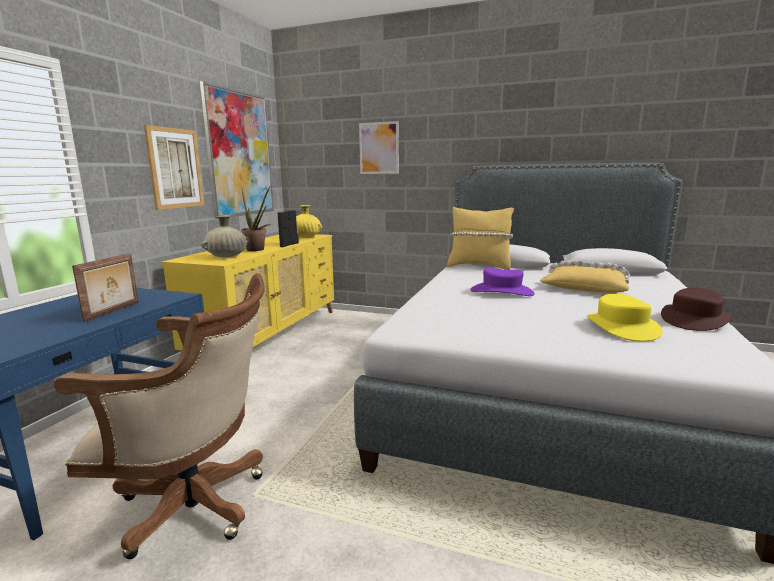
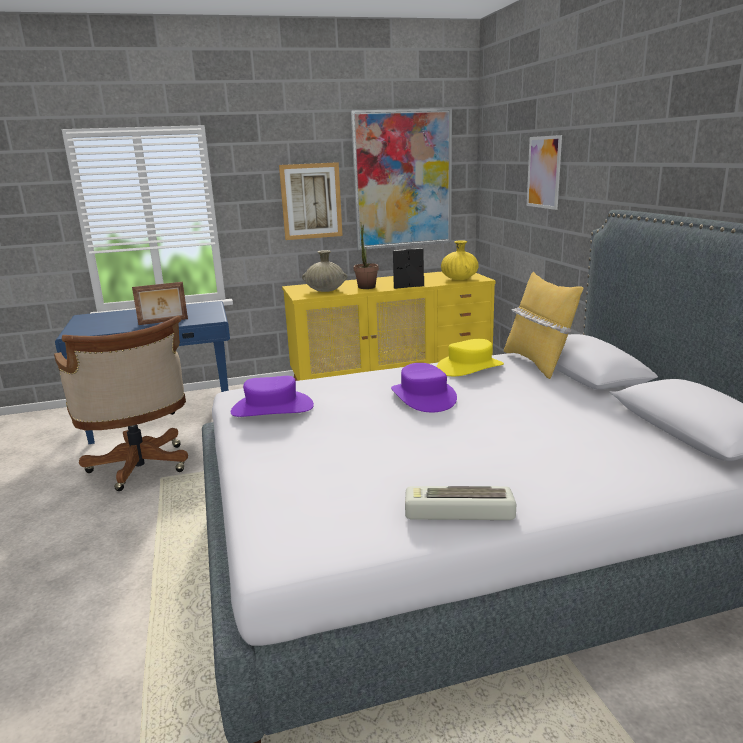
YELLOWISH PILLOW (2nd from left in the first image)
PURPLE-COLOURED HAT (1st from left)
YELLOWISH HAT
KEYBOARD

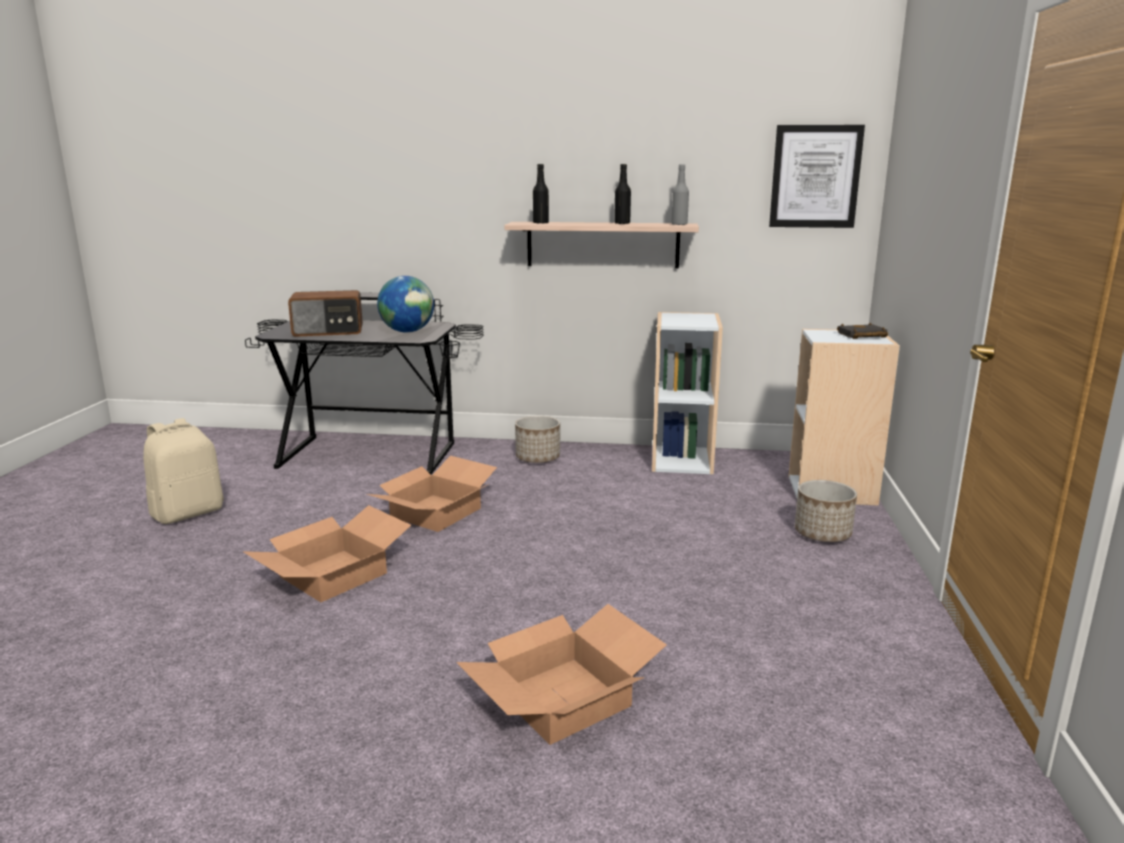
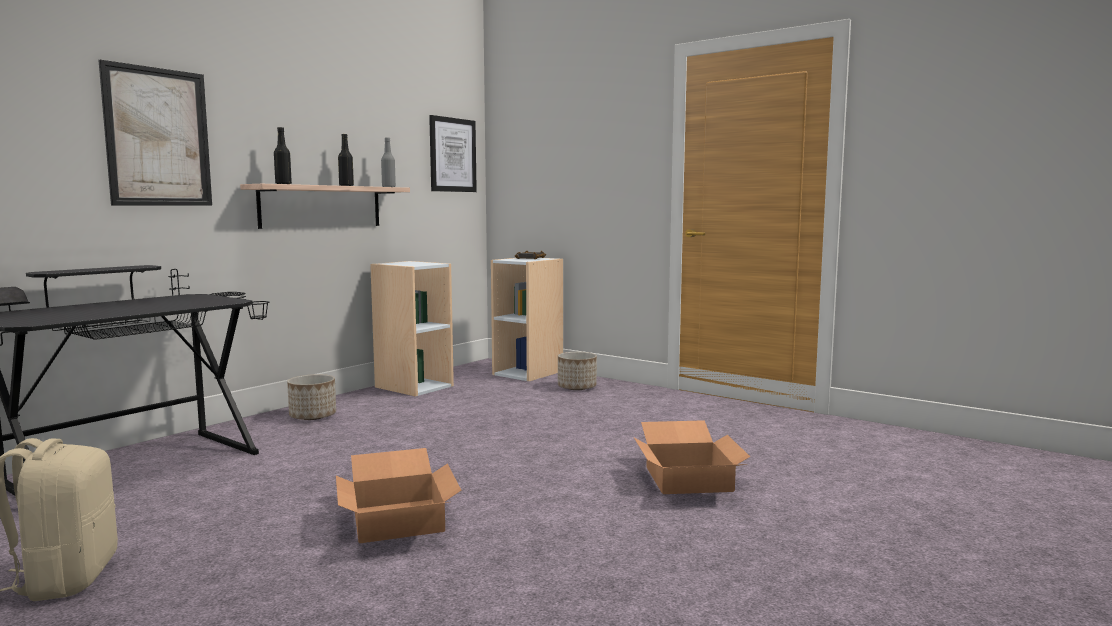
RADIO SET
PACKING BOX (2nd from left in the first image)
DESK GLOBE
WALL ART (1st from left)

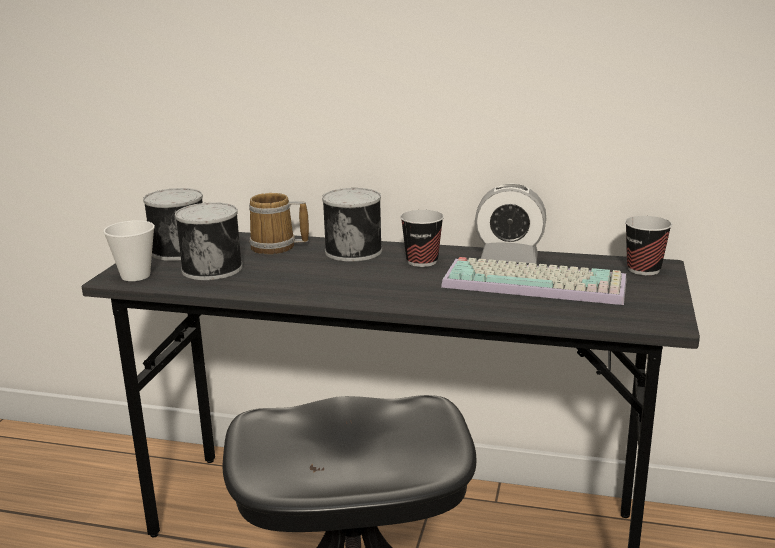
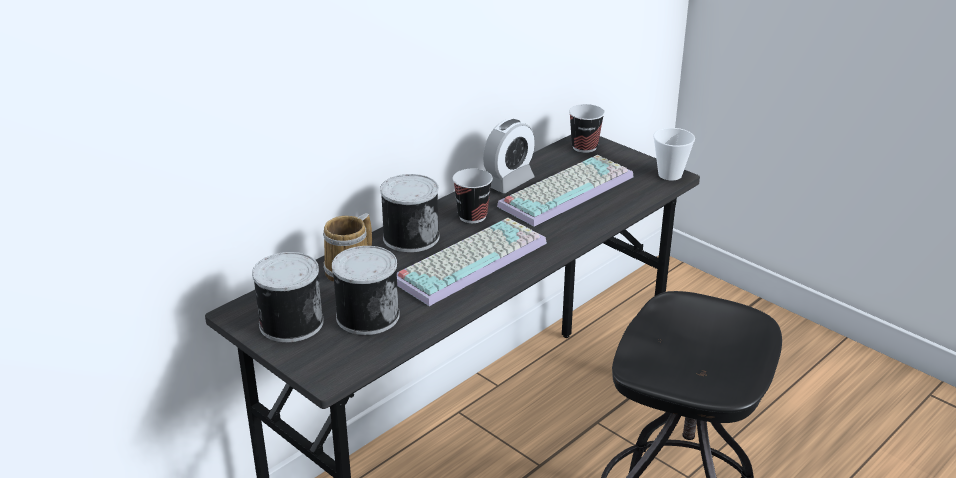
KEYBOARD (1st from left)
SMALL CUP (3rd from left)

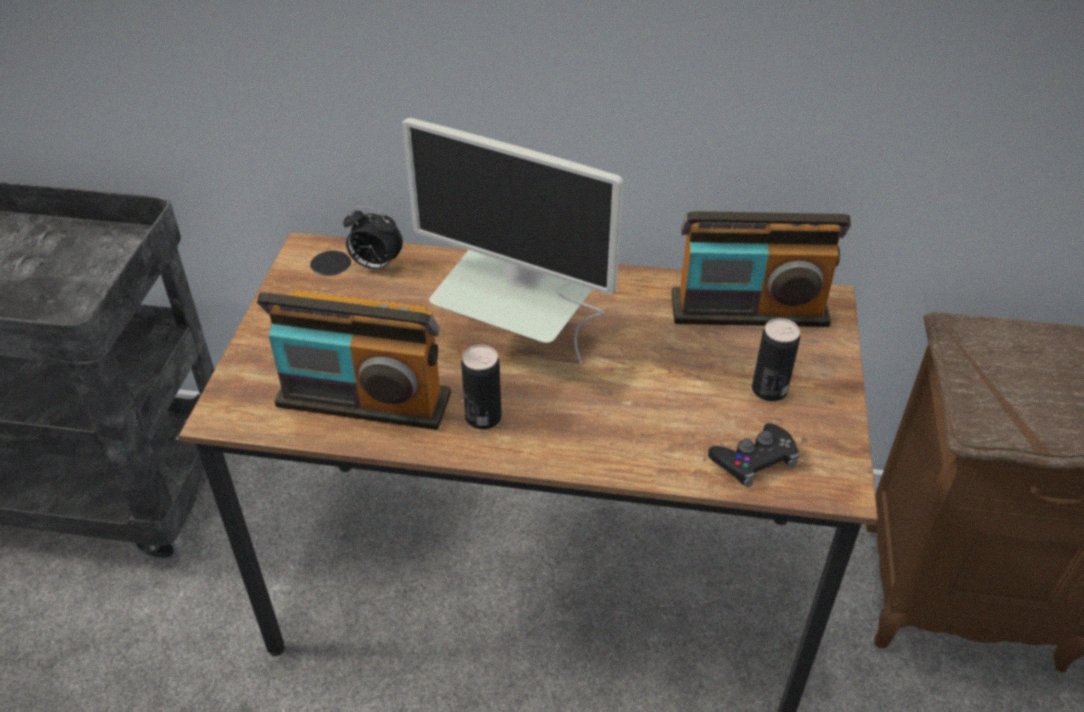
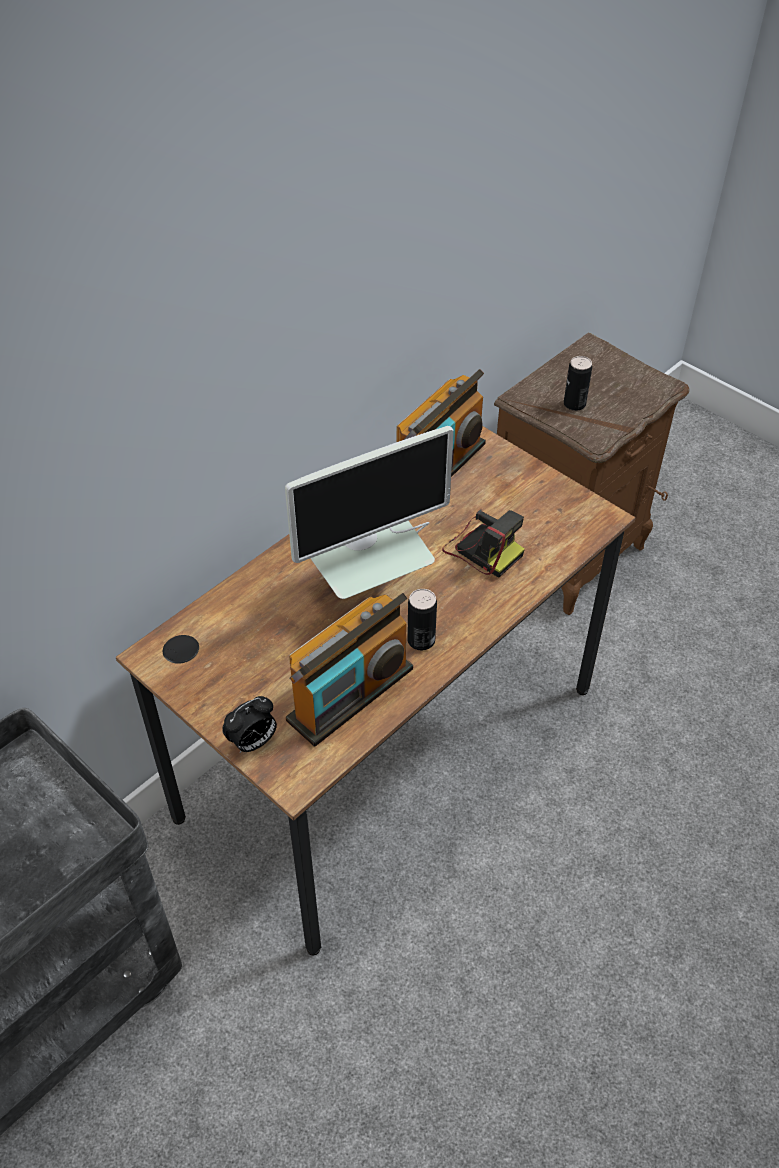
BLACK-COLOURED JOYPAD
PHOTO CAMERA
ALARM CLOCK
METAL CAN (2nd from left)

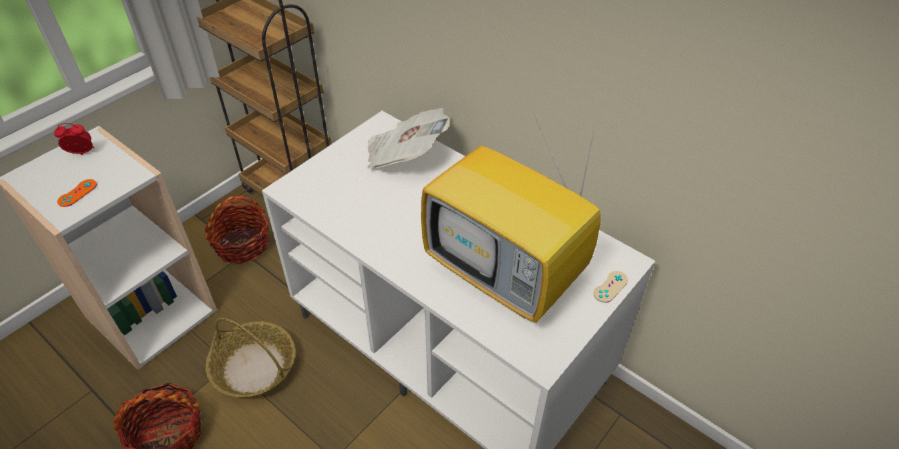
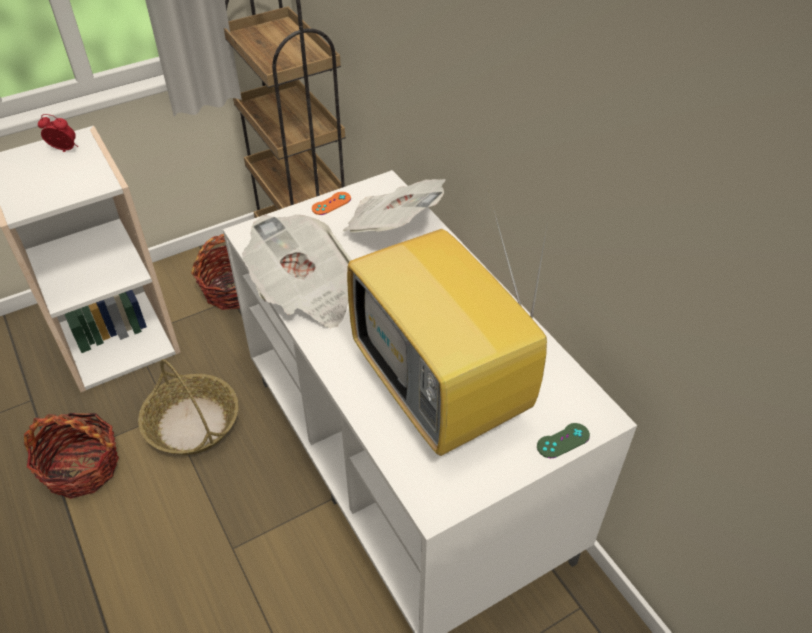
NEWSPAPER (1st from left)
ORANGE-COLOURED JOYPAD
GREEN-COLOURED JOYPAD

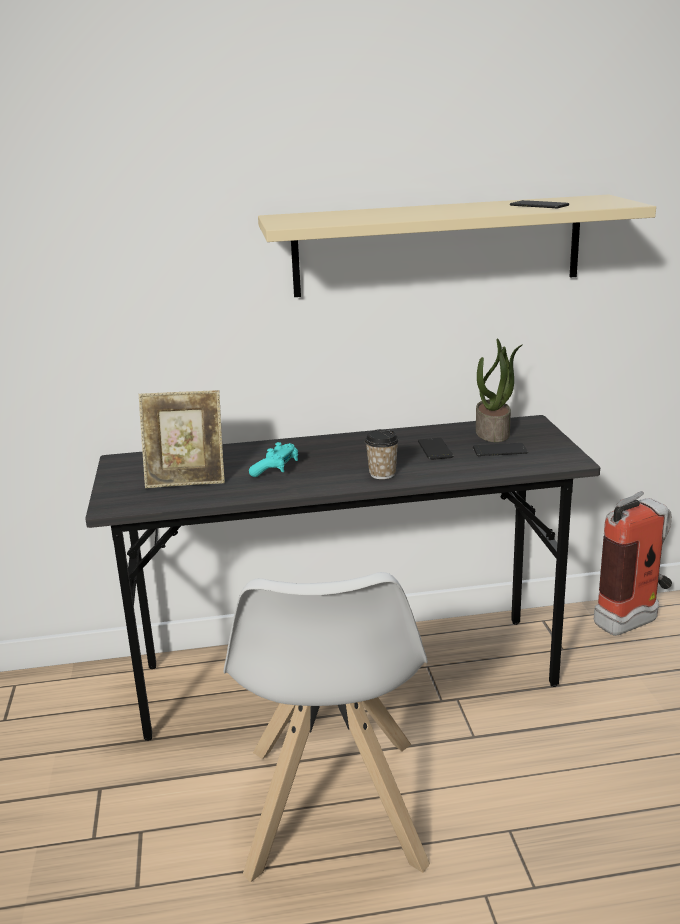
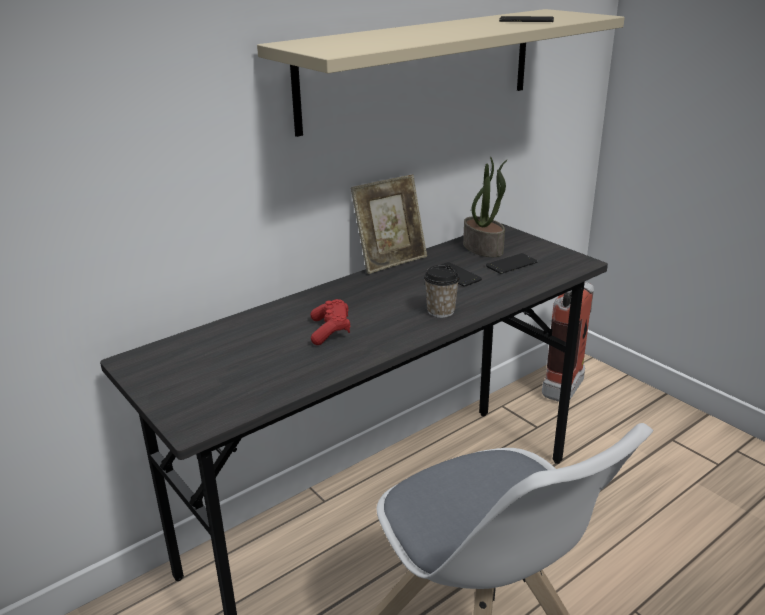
STANDING FRAME
REDDISH JOYPAD

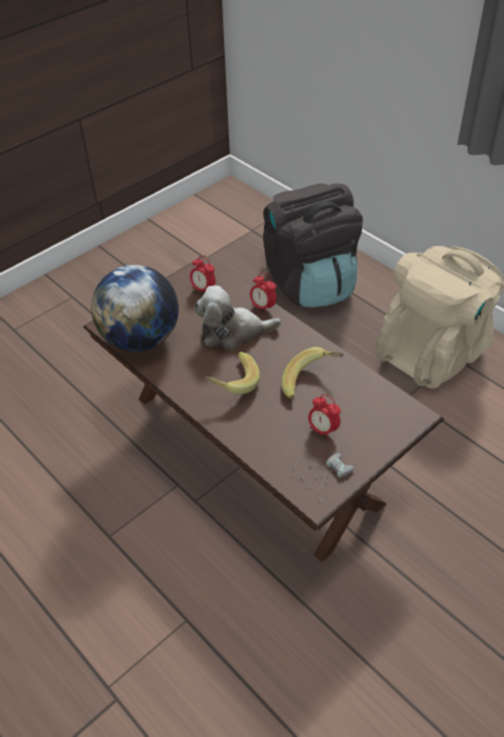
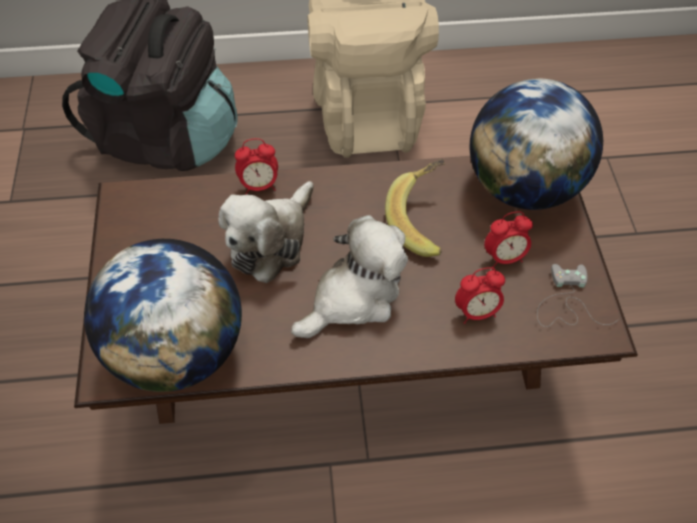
DESK GLOBE (2nd from left)
ALARM CLOCK (2nd from left)
SOFT TOY (2nd from left)

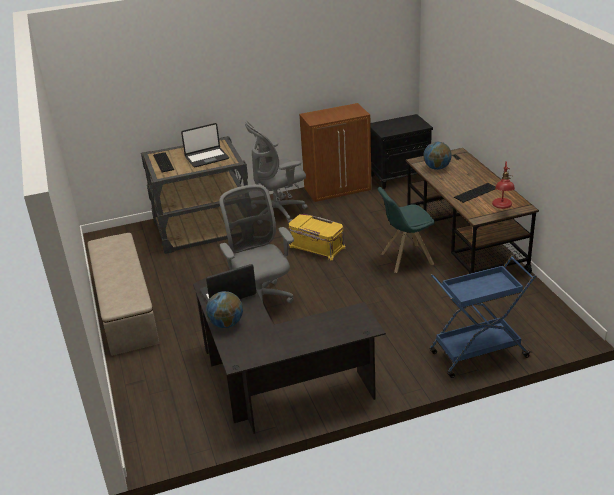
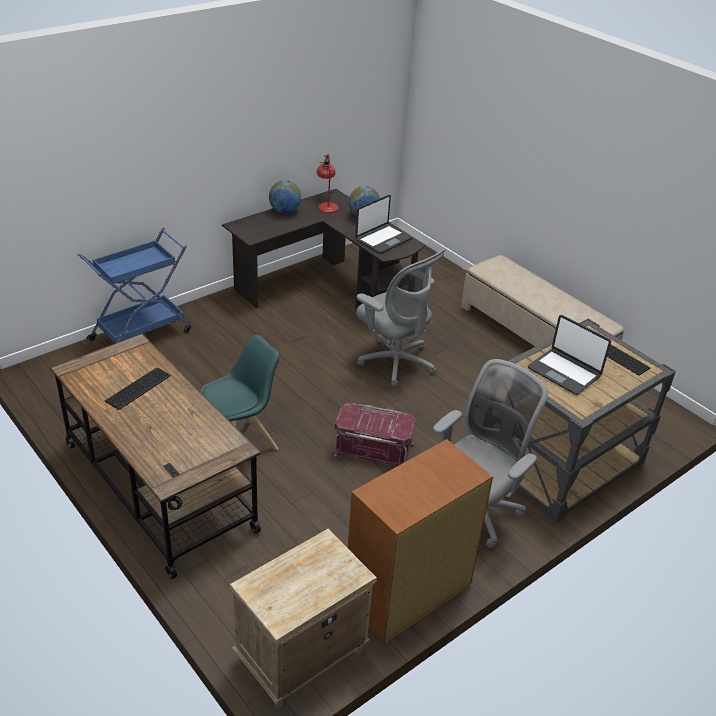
DESK GLOBE (1st from left)
REDDISH LAMP FOR A TABLE
REDDISH STORAGE CONTAINER
SAND-COLOURED BEDSIDE TABLE
NOTEBOOK COMPUTER (2nd from left)

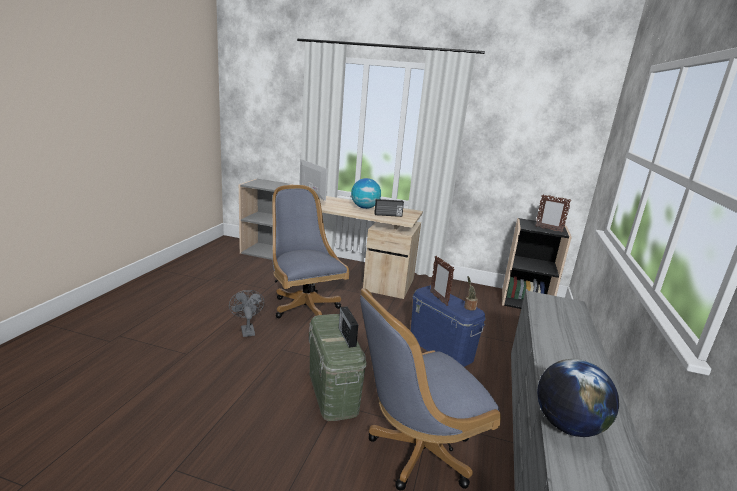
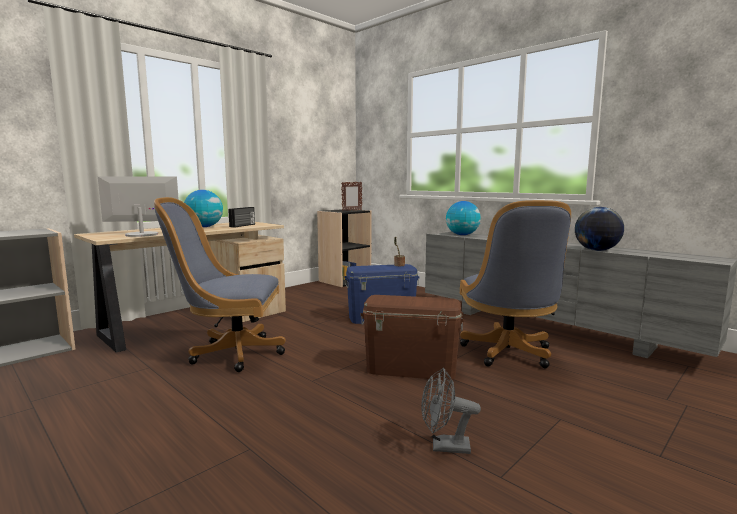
RADIO SET (1st from left in the first image)
STANDING FRAME (1st from left in the first image)
DESK GLOBE (2nd from left)
GREY COOLING FAN
BROWN STORAGE CONTAINER

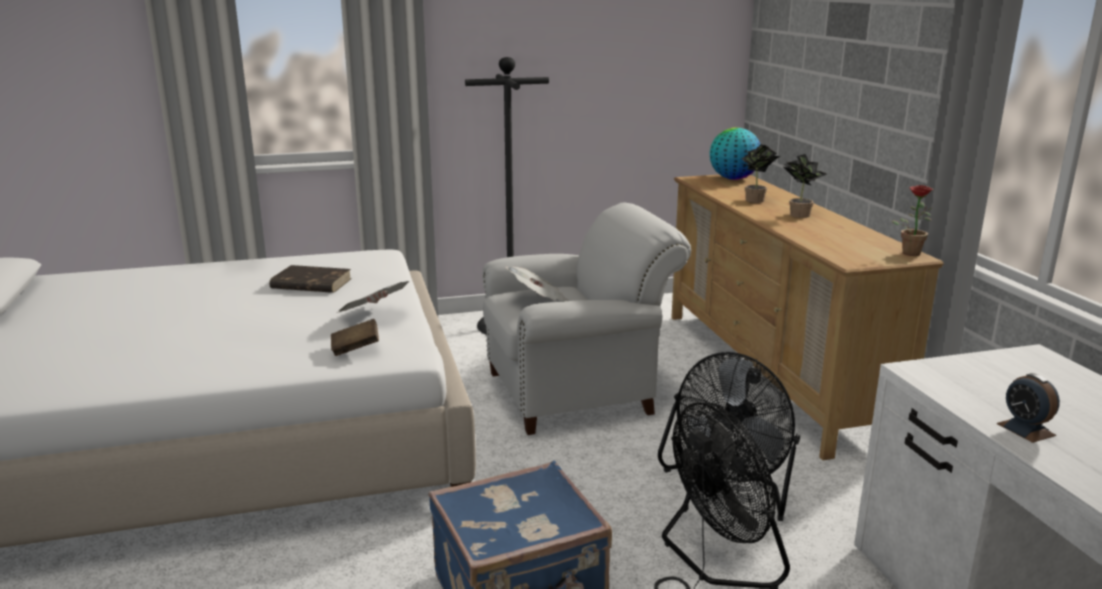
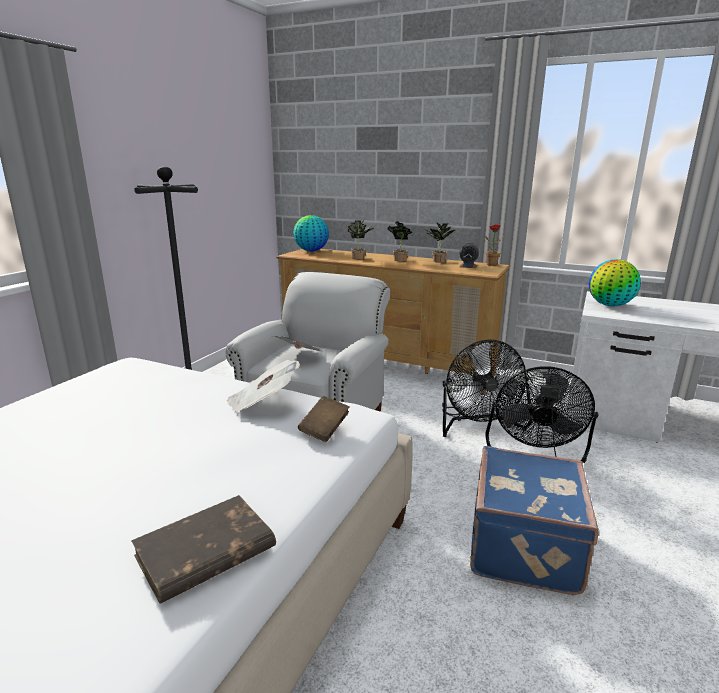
PLANT IN A POT (3rd from left)
DESK GLOBE (2nd from left)
BROWN BOOK (1st from left)
ALARM CLOCK

